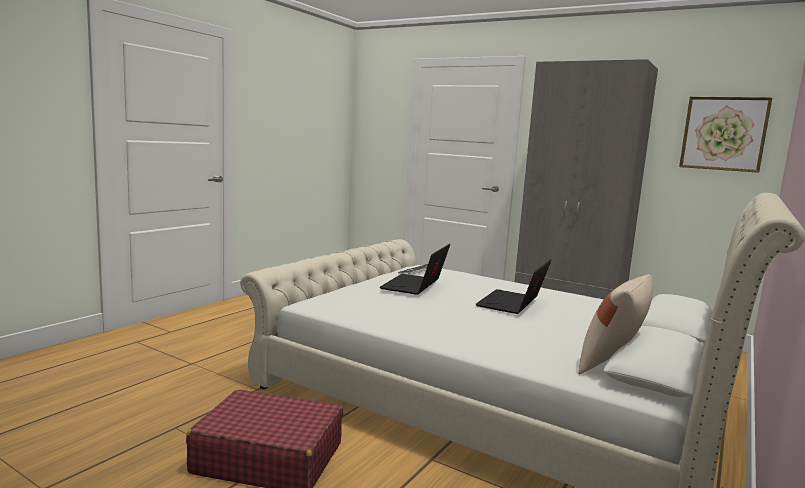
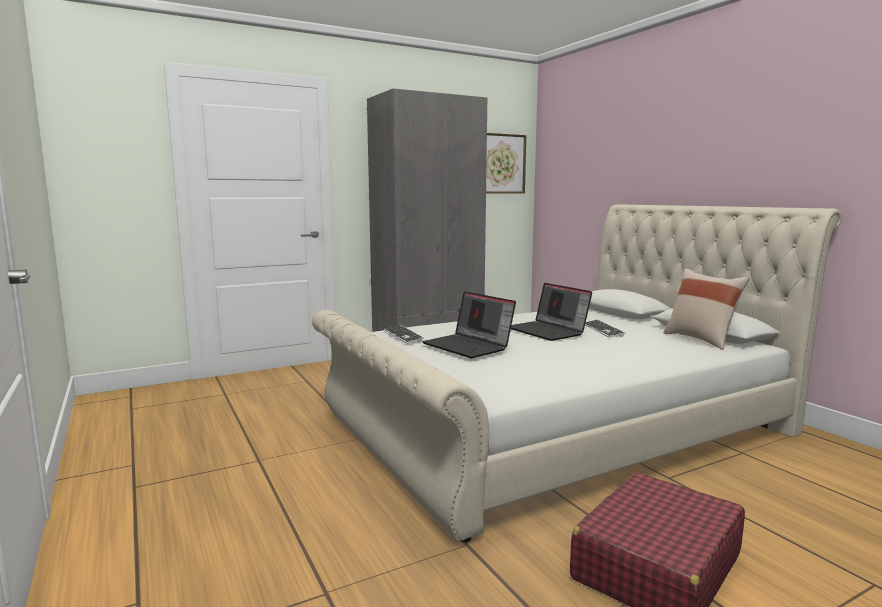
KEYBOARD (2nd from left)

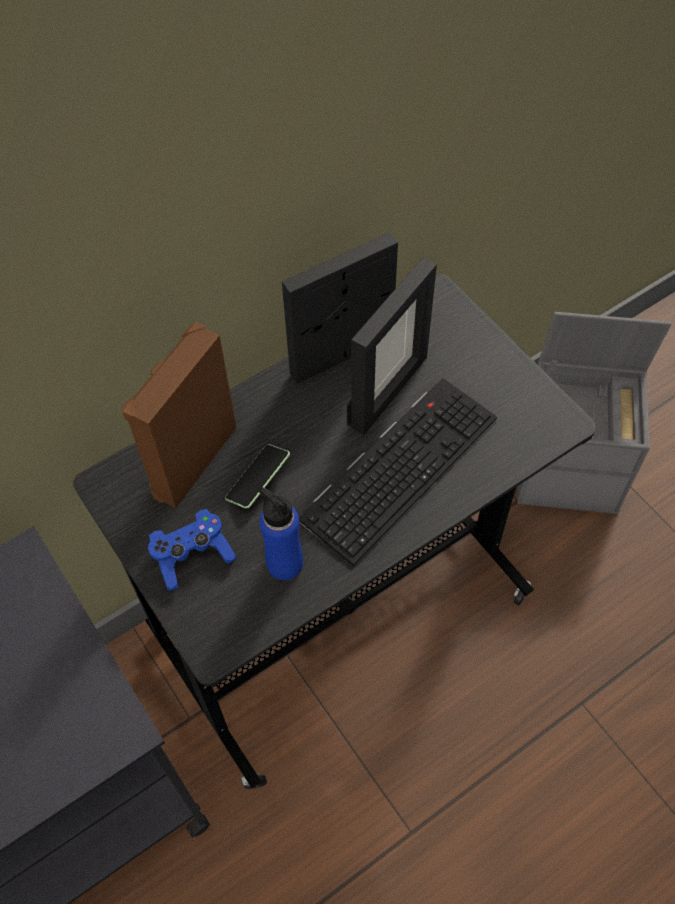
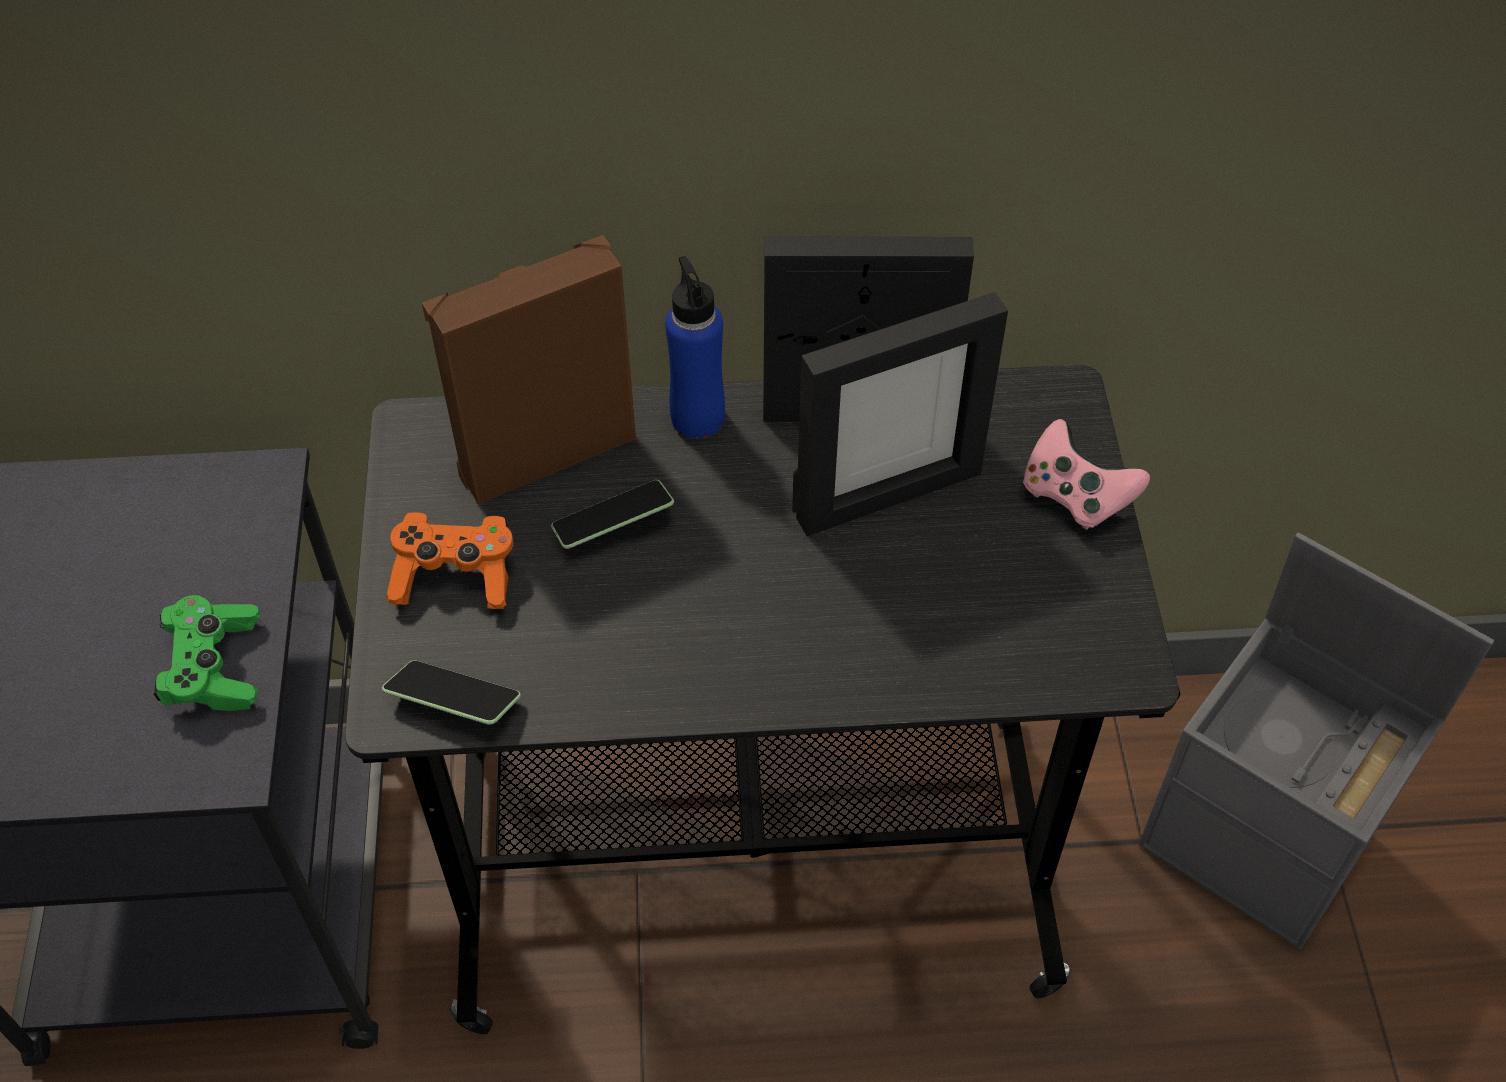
KEYBOARD
GREEN-COLOURED JOYPAD
HANDSET (1st from left)
PINK-COLOURED JOYPAD
BLUISH BOTTLE
ORANGE-COLOURED JOYPAD

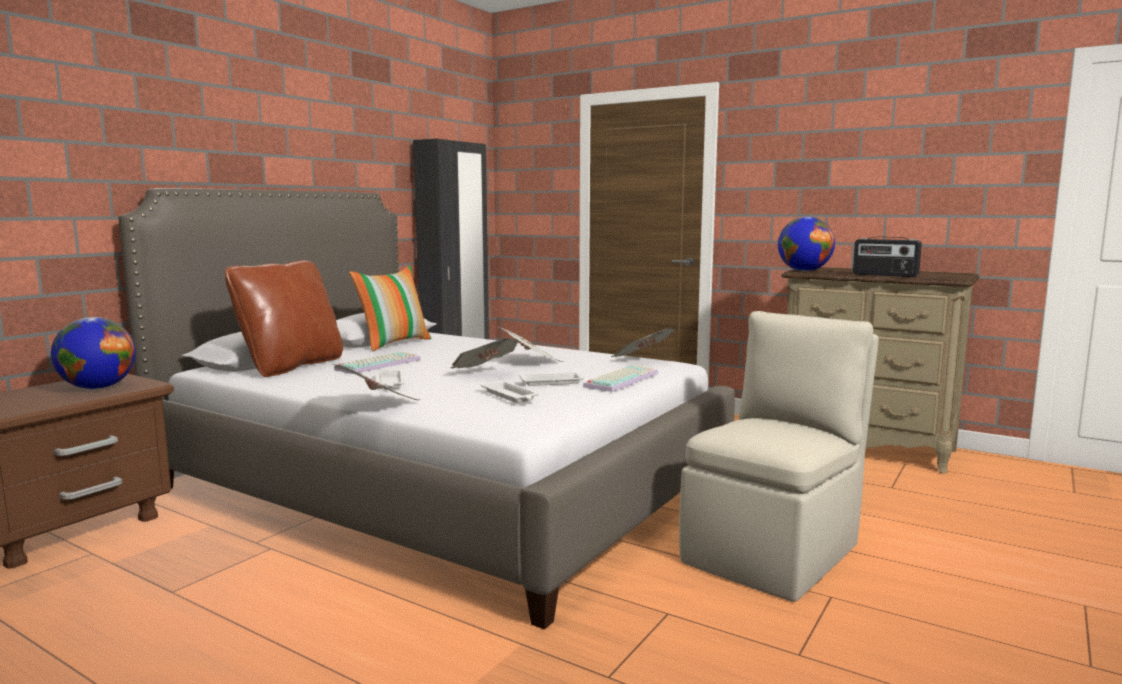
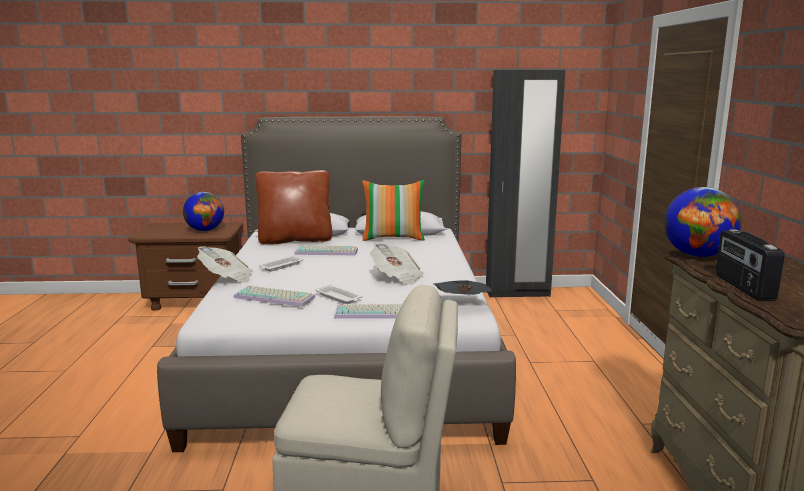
NEWSPAPER (2nd from left in the first image)
KEYBOARD (1st from left)

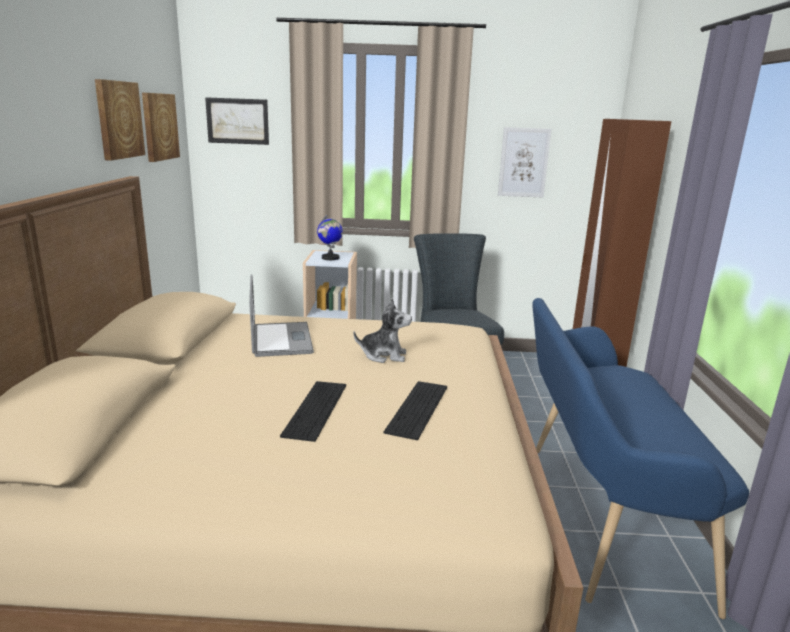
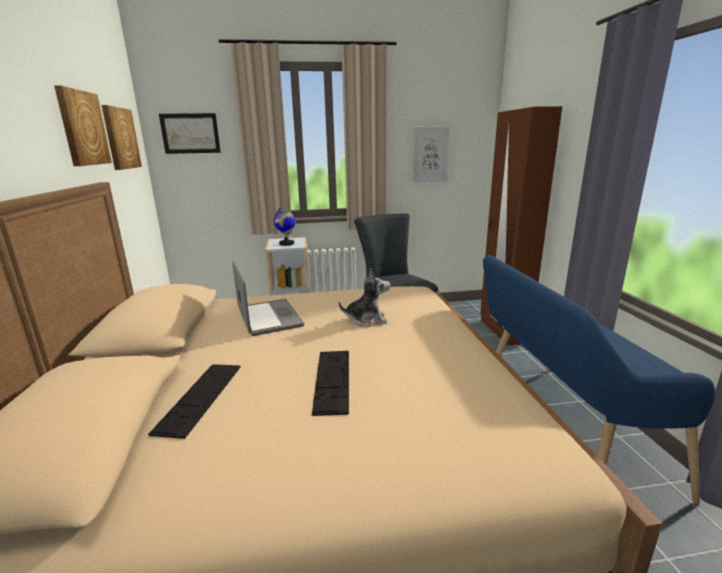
KEYBOARD (1st from left)

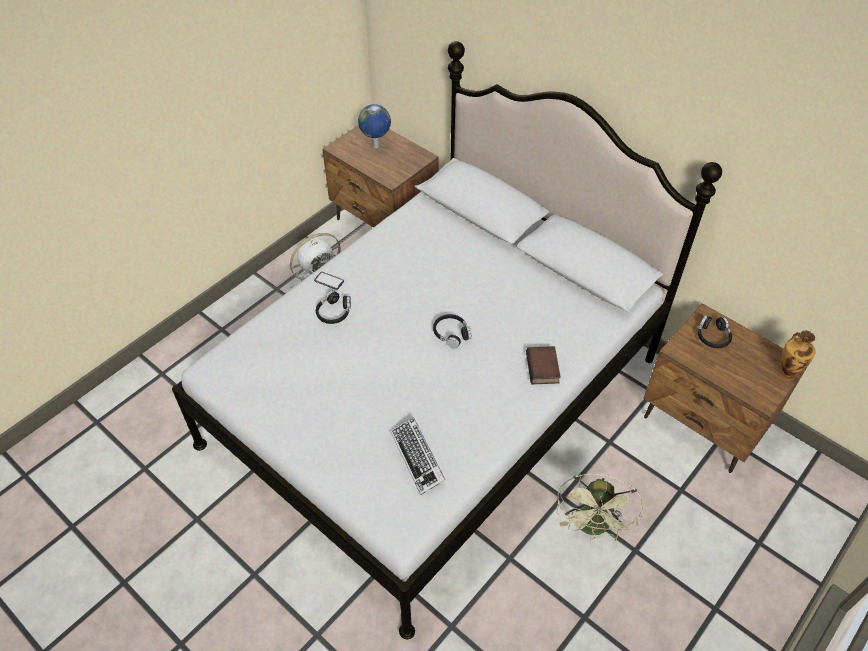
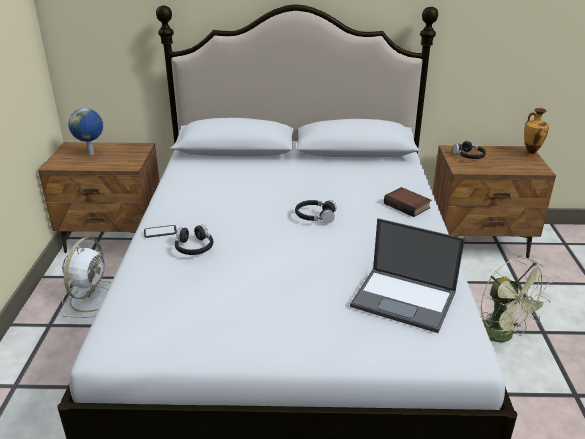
NOTEBOOK COMPUTER

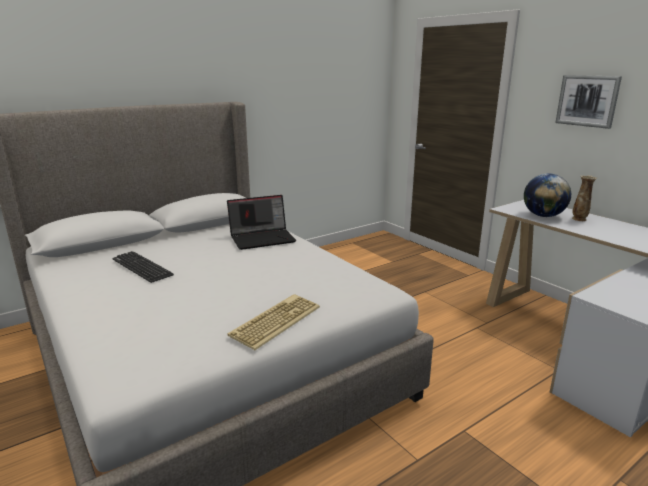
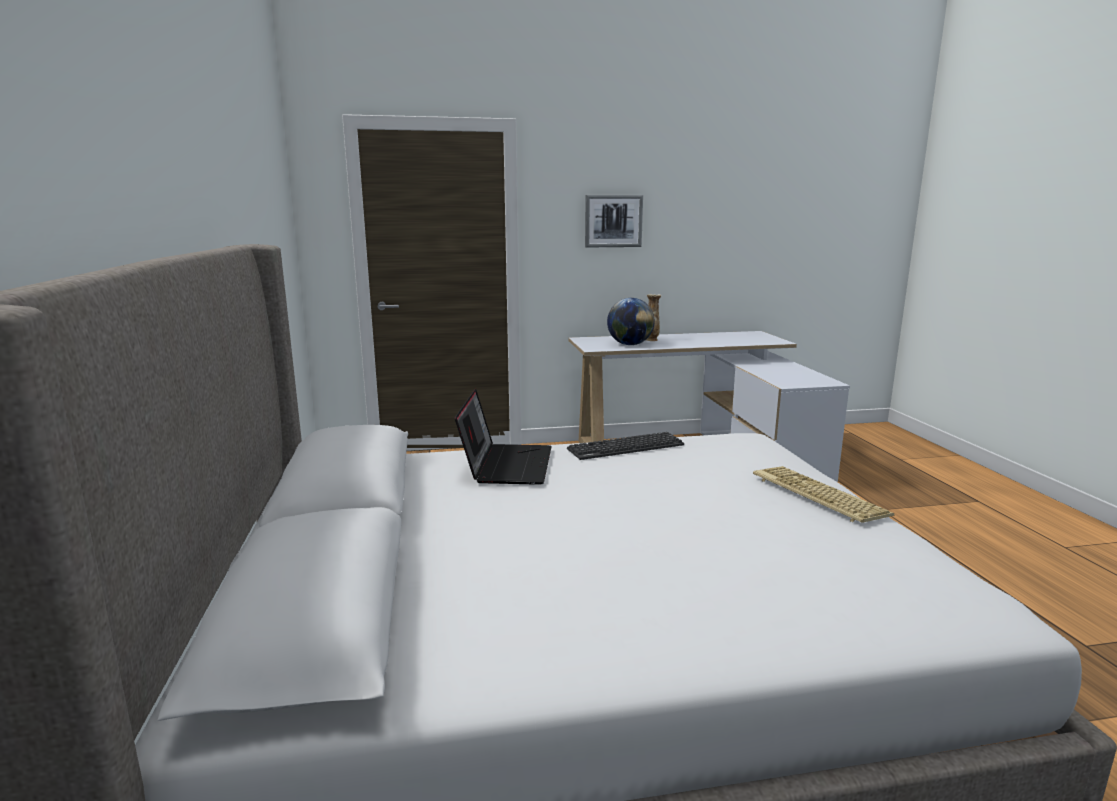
KEYBOARD (1st from left)

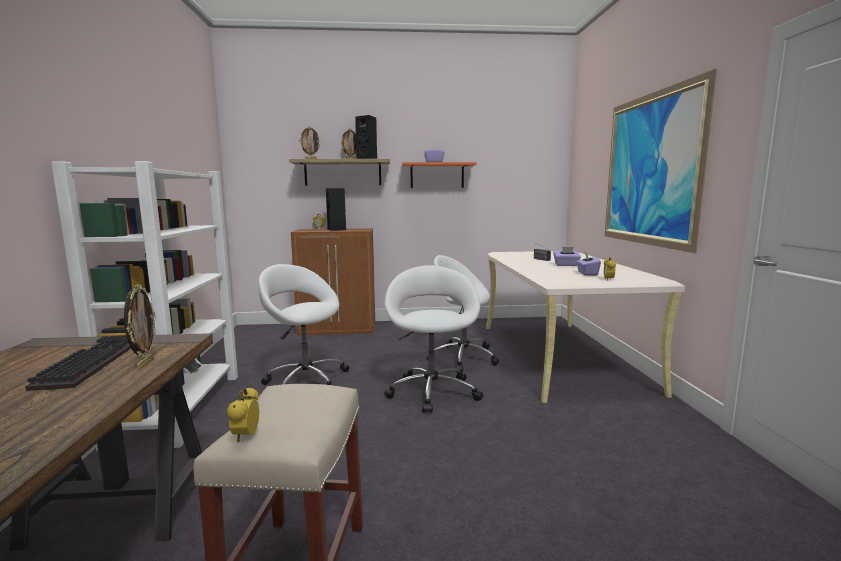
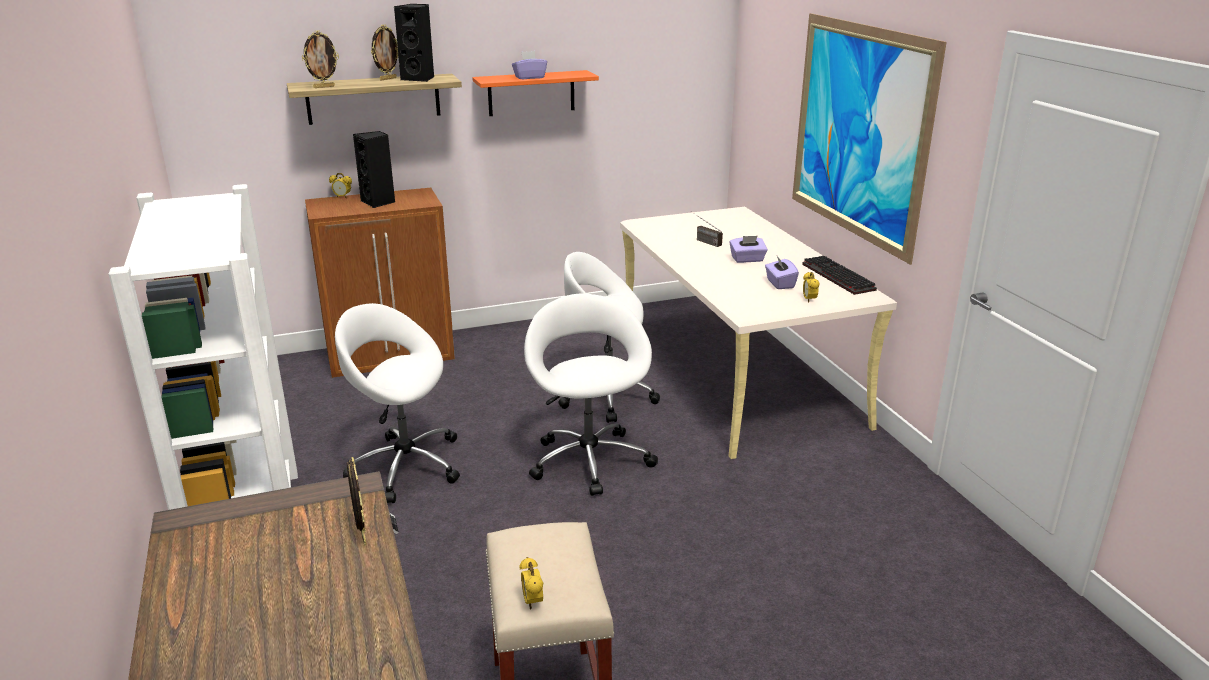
KEYBOARD

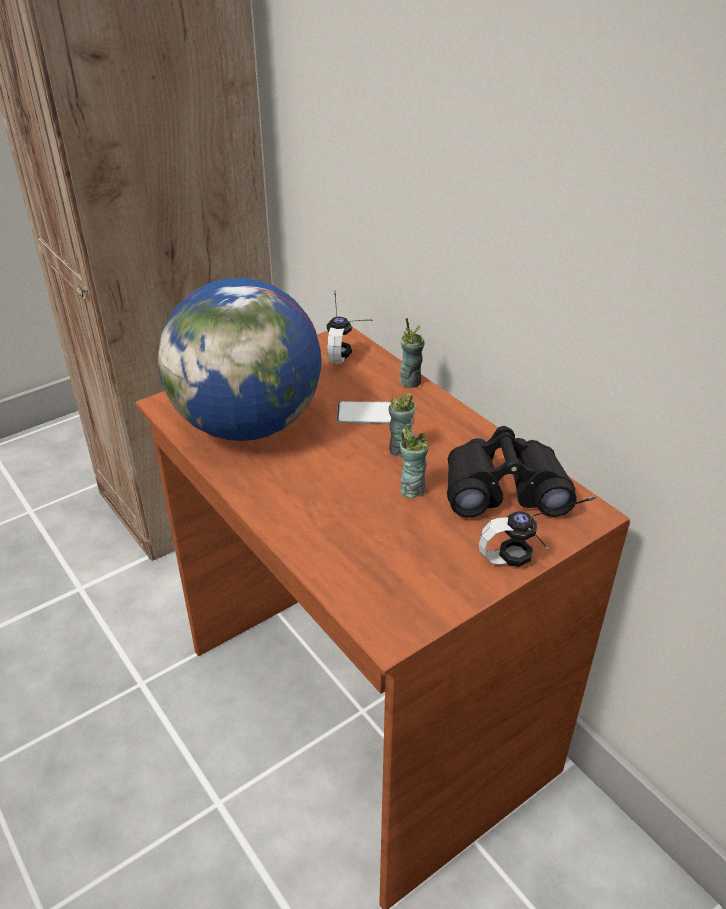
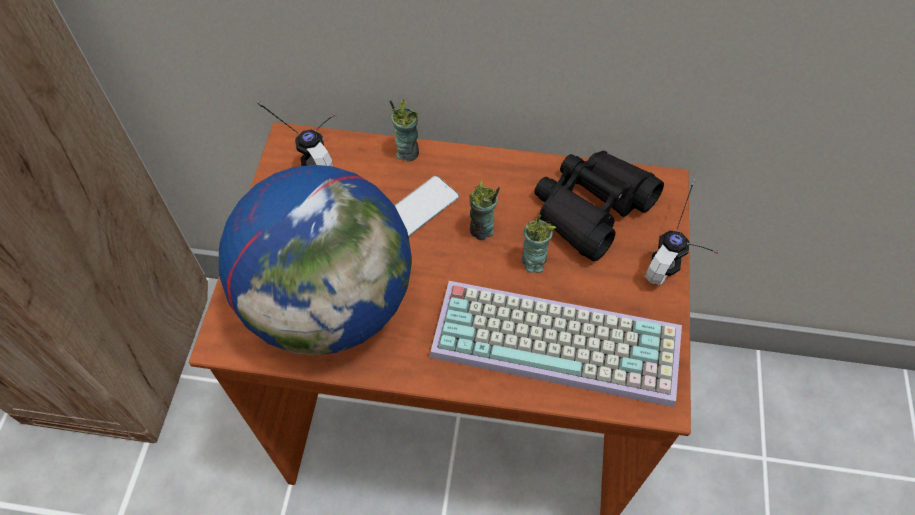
KEYBOARD

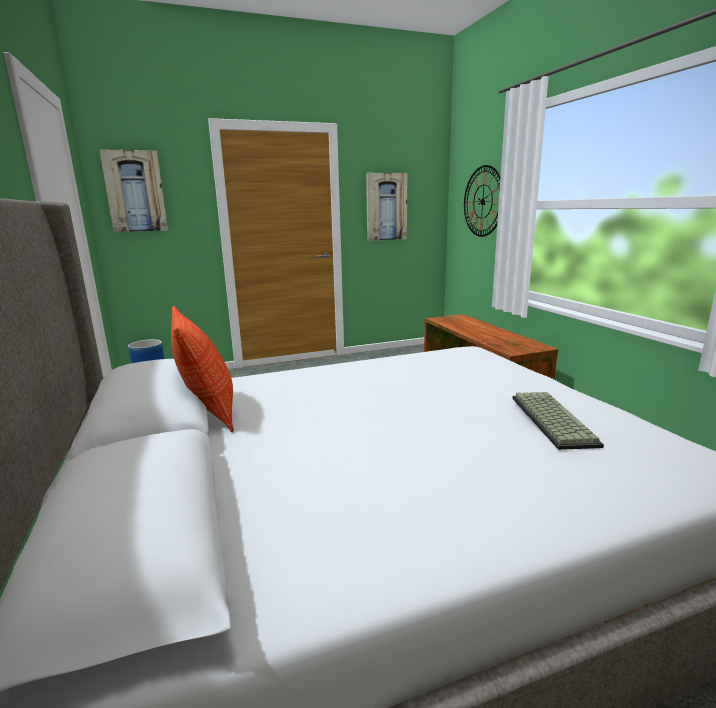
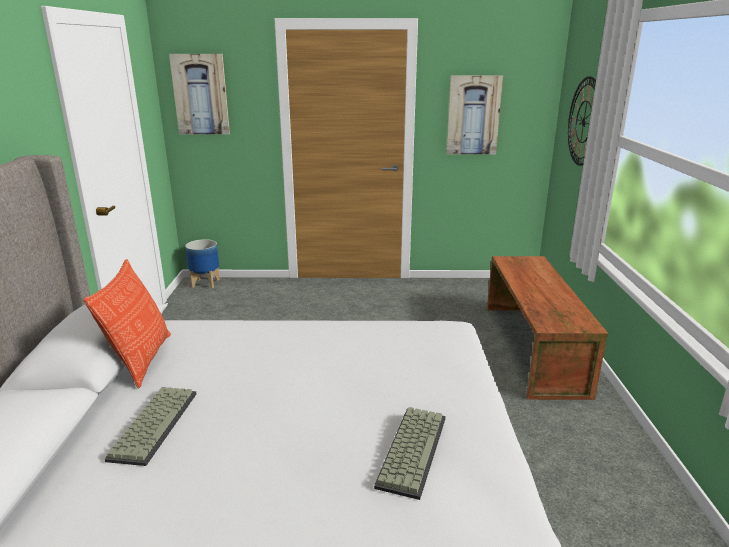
KEYBOARD (1st from left)

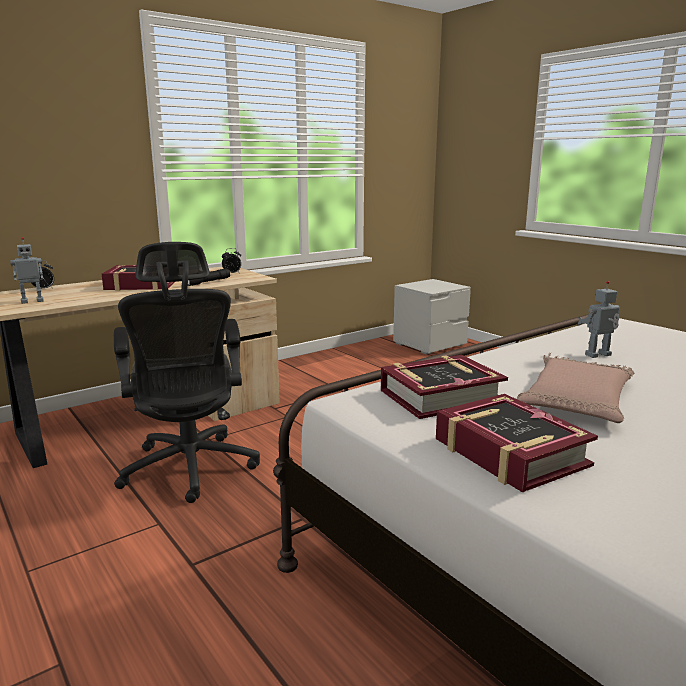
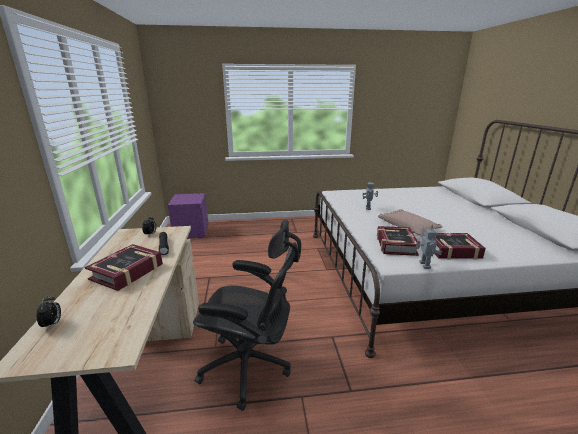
TOY ROBOT (2nd from left)
PURPLE-COLOURED BEDSIDE TABLE

